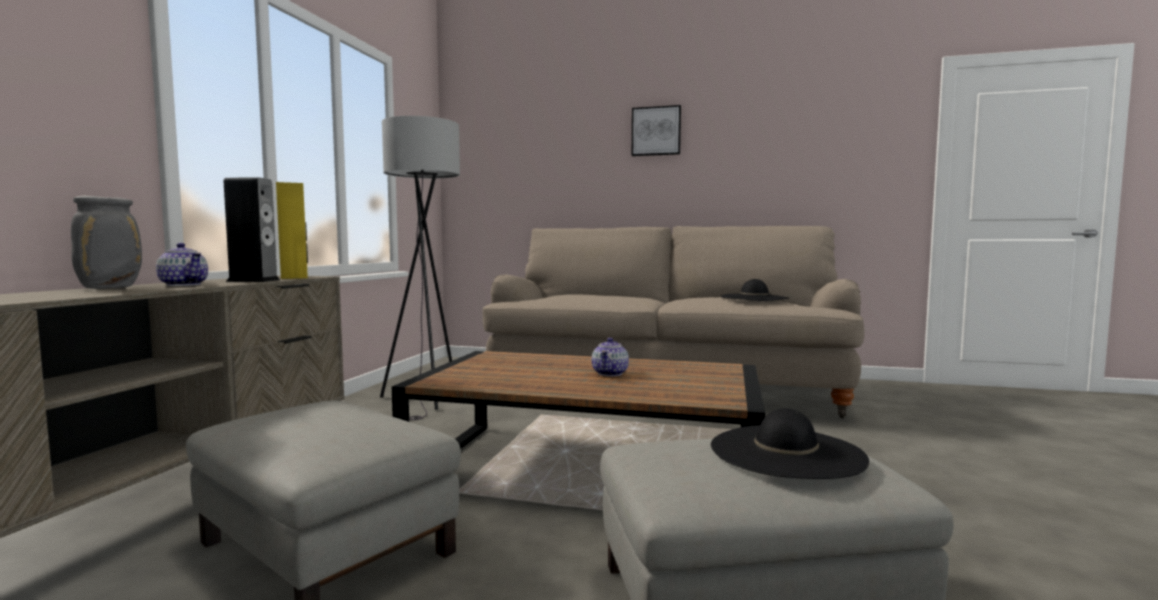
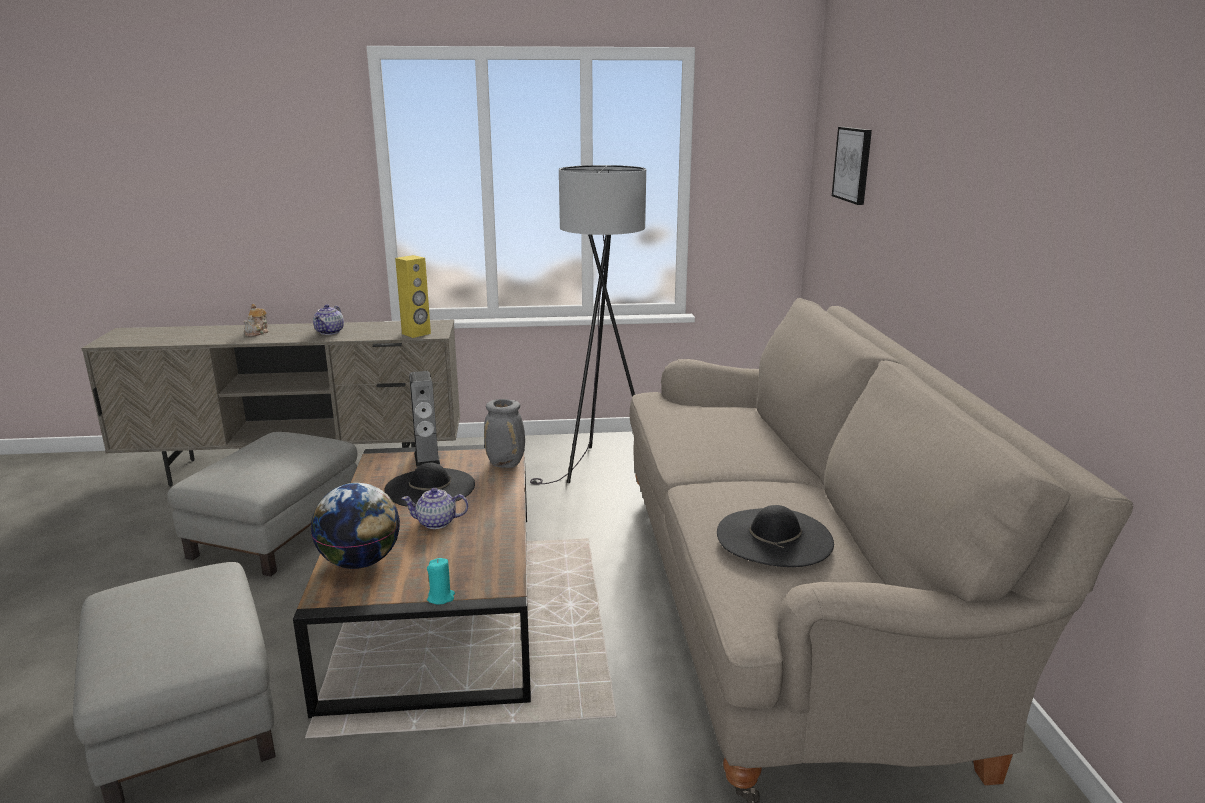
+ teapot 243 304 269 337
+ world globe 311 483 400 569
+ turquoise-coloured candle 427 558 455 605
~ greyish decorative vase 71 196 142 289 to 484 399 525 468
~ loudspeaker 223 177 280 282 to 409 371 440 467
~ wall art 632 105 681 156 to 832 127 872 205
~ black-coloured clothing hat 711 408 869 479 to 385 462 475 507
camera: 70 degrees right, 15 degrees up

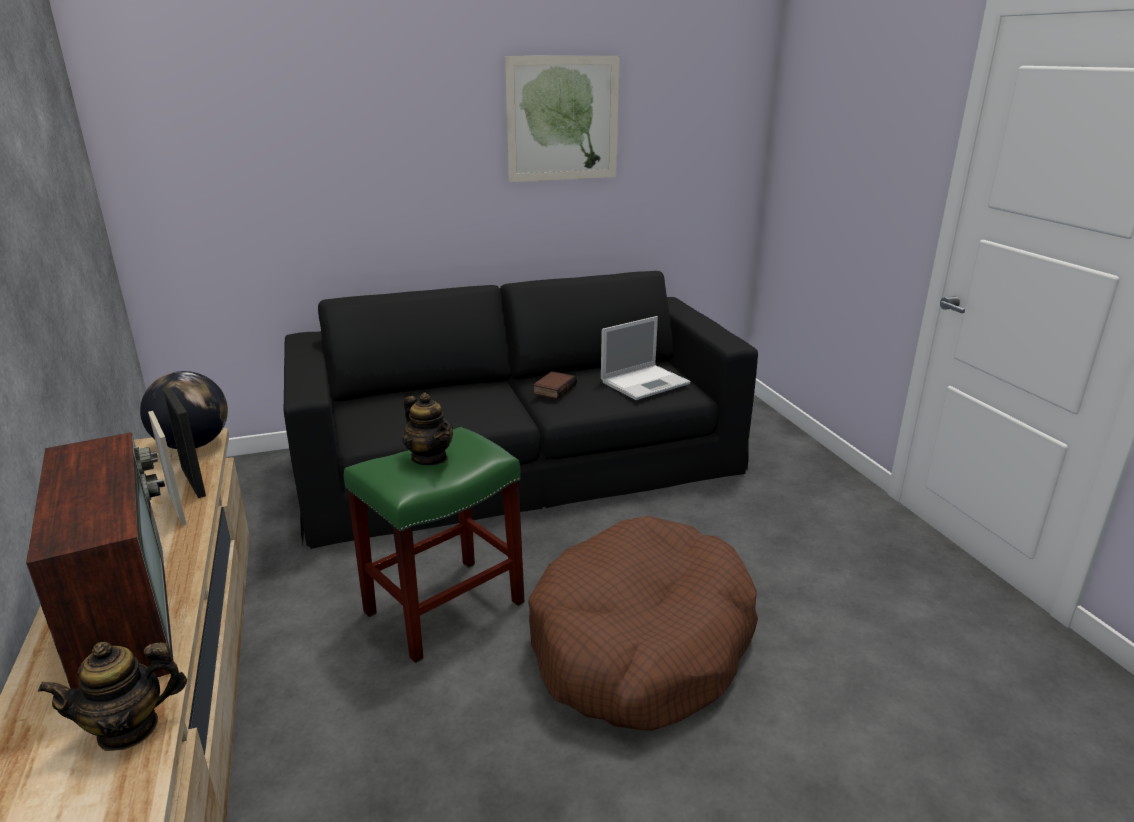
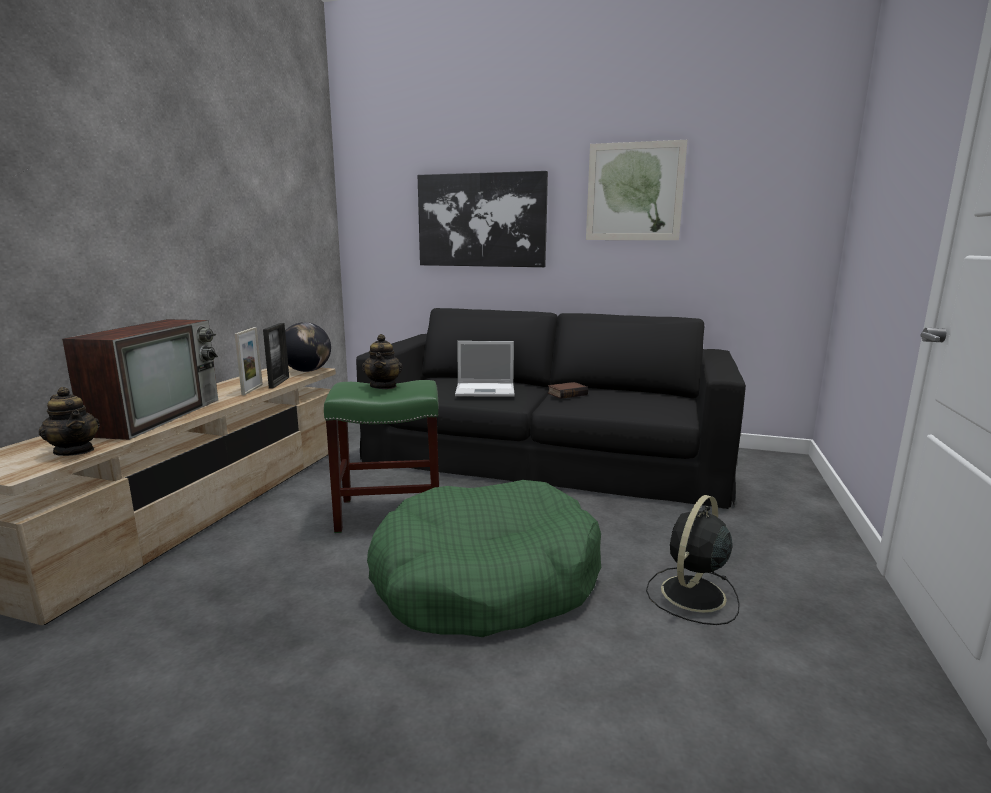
+ wall art 418 171 548 267
+ black-coloured electric fan 646 495 740 625
~ laptop 601 316 691 400 to 455 341 515 397
~ brown dog cushion 528 516 758 731 to greenish dog cushion 367 480 601 637
~ teapot 38 642 187 751 = 39 387 100 456 150 degrees counterclockwise
camera: 35 degrees right, 10 degrees down

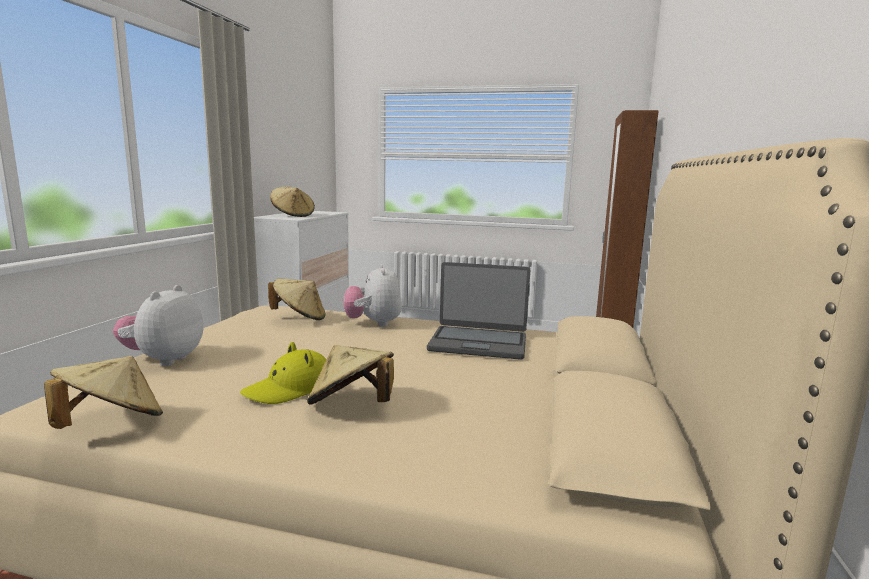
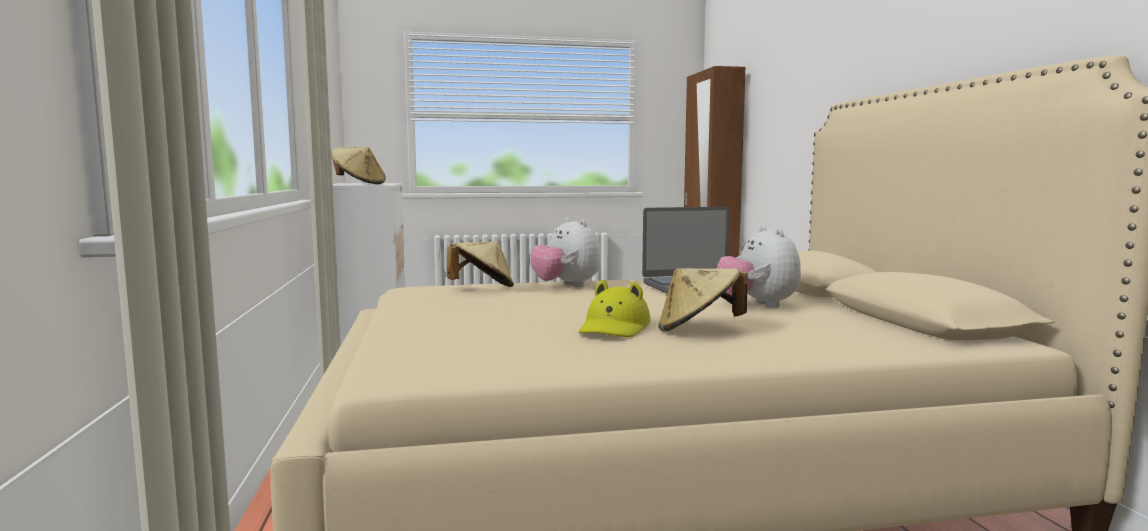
- sand-coloured clothing hat 44 356 163 429
~ cuddly toy 113 285 203 366 to 717 226 801 308
camera: 25 degrees left, 5 degrees down

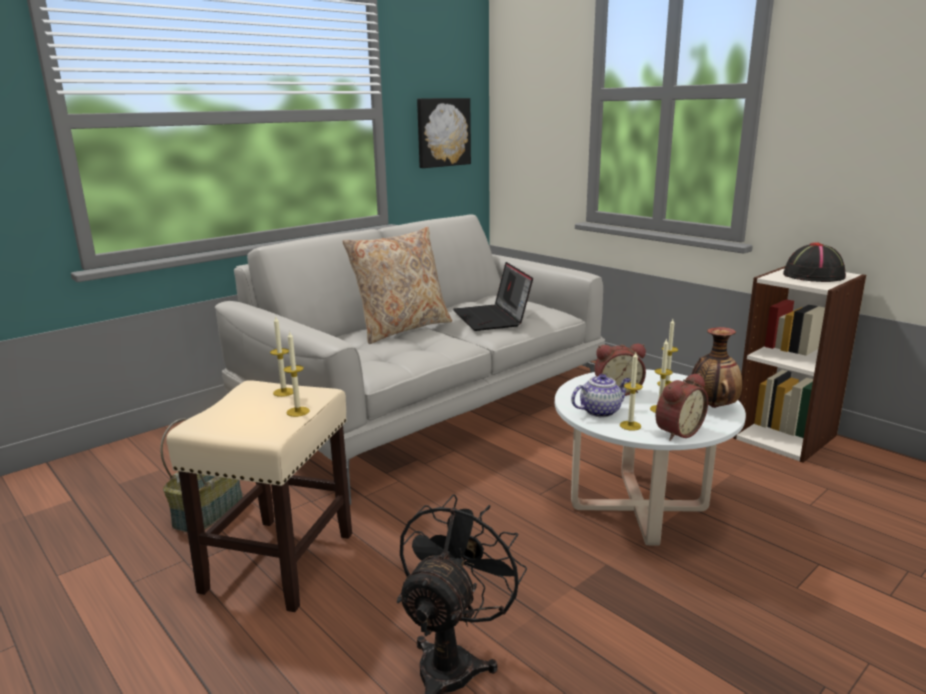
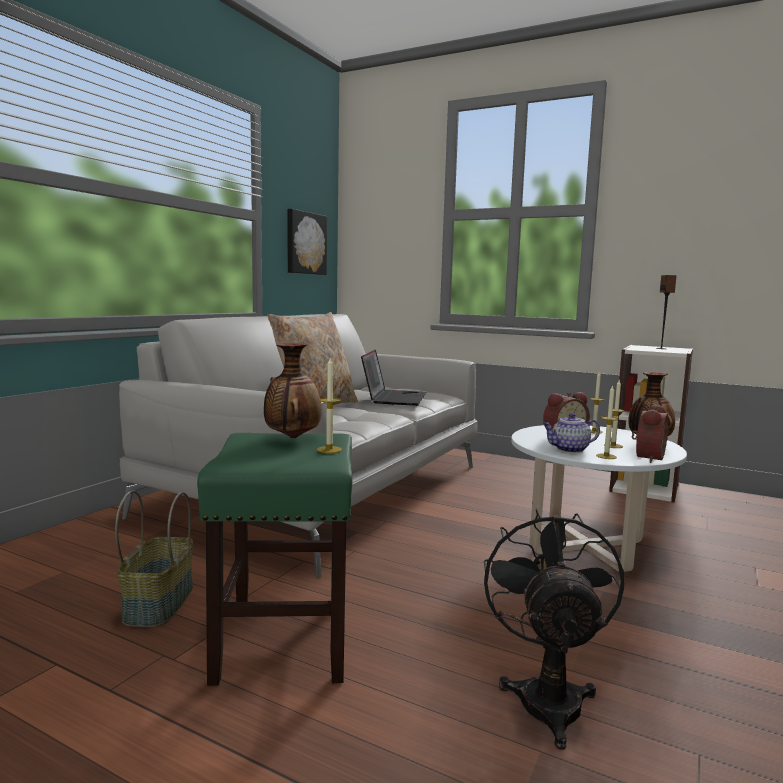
~ candle 270 317 293 397 to decorative vase 264 343 322 438
~ black-coloured clothing hat 783 242 846 282 to loudspeaker 656 275 677 349
~ sand-coloured sitting stool 167 380 352 612 to greenish sitting stool 197 433 352 686
~ laptop 453 262 533 331 = 361 349 426 406 135 degrees counterclockwise
~ teapot 571 374 631 417 = 543 413 600 453 150 degrees counterclockwise
camera: 20 degrees left, 10 degrees down

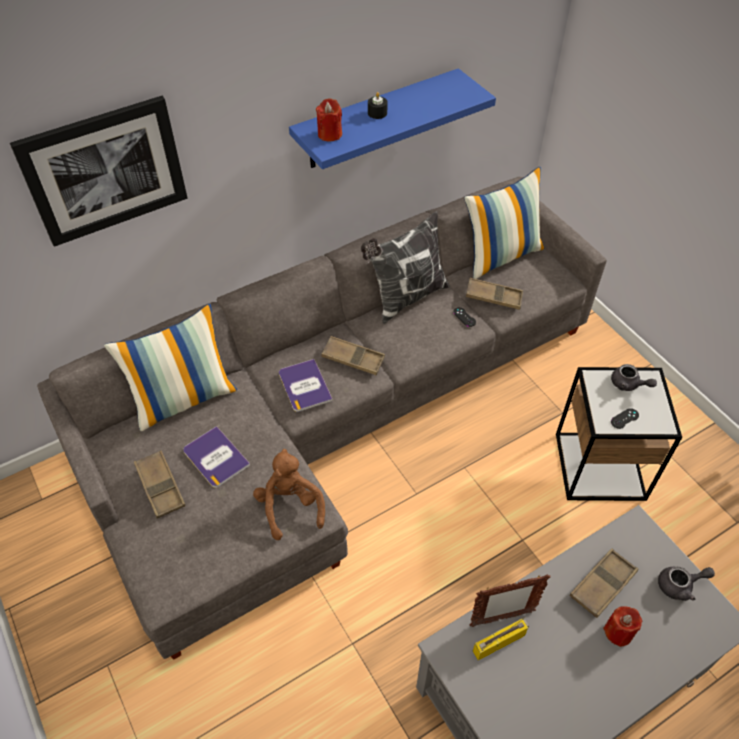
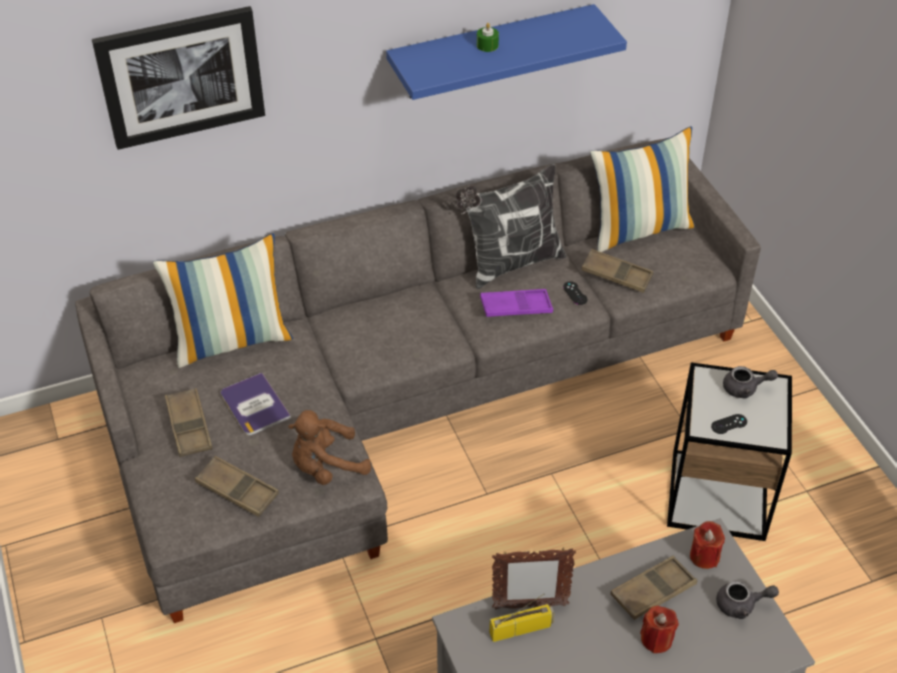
- book 279 359 333 412
+ purple-coloured tray 480 289 553 317
~ red-coloured candle 316 98 342 141 to 690 521 725 569
~ brown tray 321 336 385 375 to 195 456 279 517
~ black-coloured candle 368 92 388 119 to greenish candle 477 23 499 52
~ brown cuddly toy 253 449 325 540 = 288 410 371 485 105 degrees counterclockwise
~ greyish teapot 611 364 657 391 = 723 366 778 398 45 degrees counterclockwise
camera: 10 degrees right, 5 degrees down

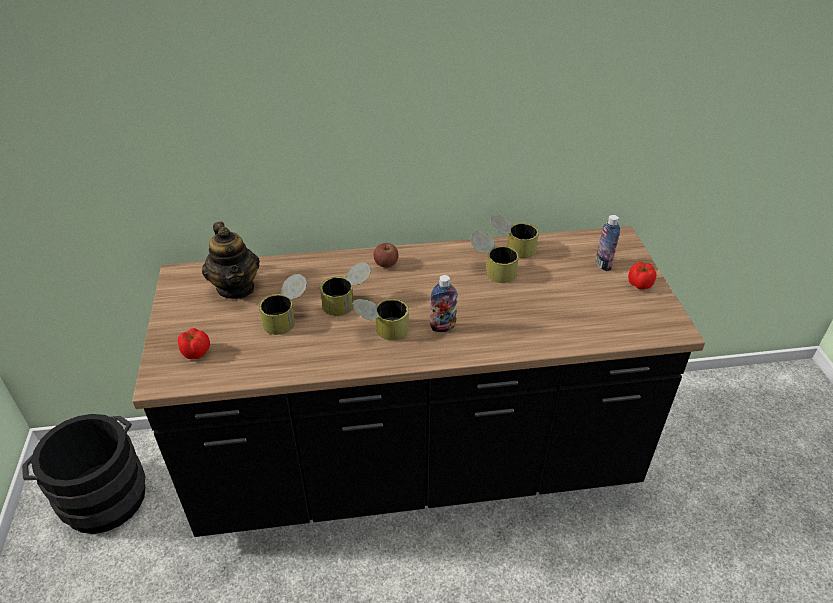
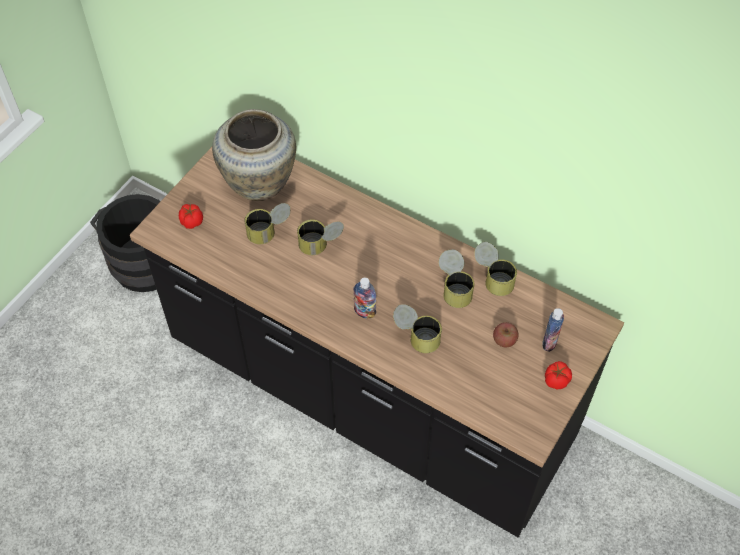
~ metal can 353 299 409 340 to 393 304 442 353
~ apple fruit 374 243 399 268 to 493 322 519 348
~ teapot 202 222 260 299 to sand-coloured decorative vase 212 109 296 201
camera: 40 degrees right, 15 degrees up

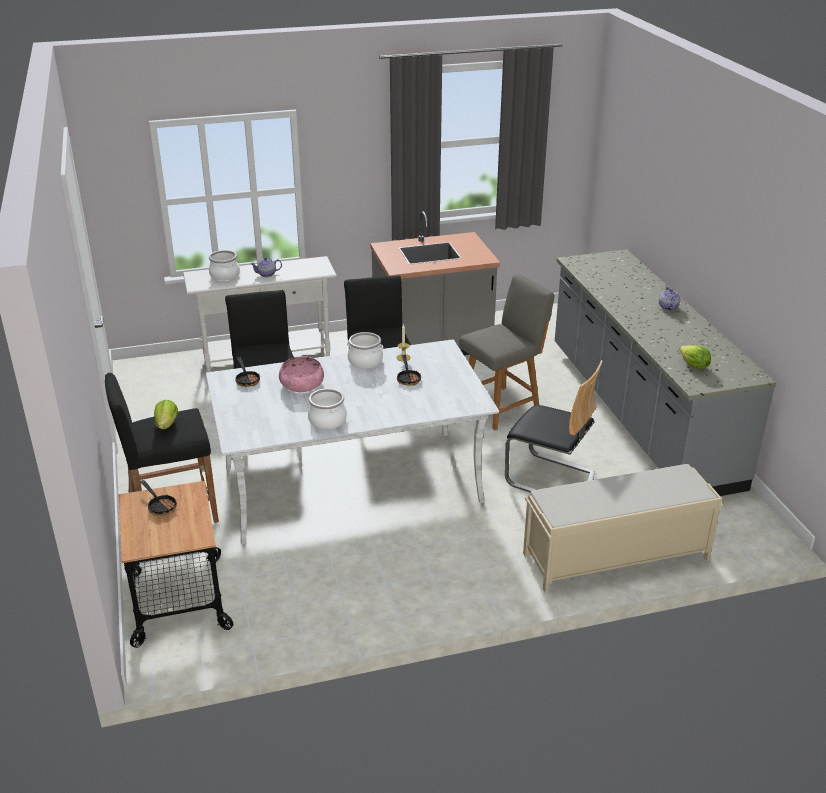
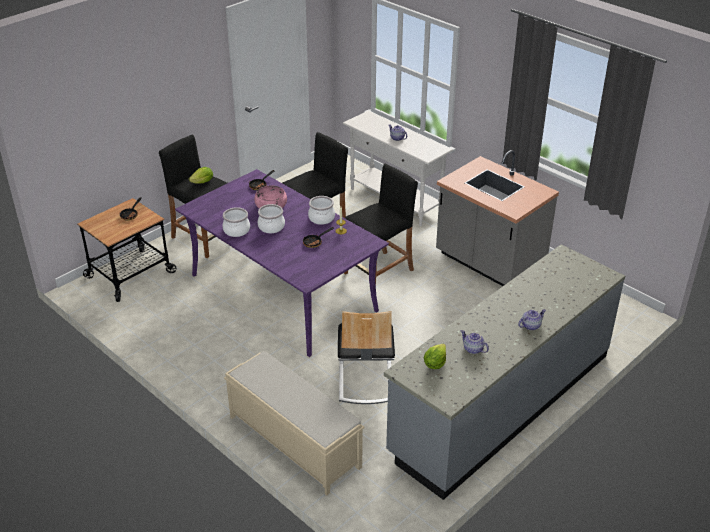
- greyish upright chair 459 274 555 430
+ teapot 461 330 489 354
~ stockpot 209 250 240 281 to 257 204 285 233
~ white dining table 206 339 499 545 to purple-coloured dining table 175 169 389 357
camera: 60 degrees right, 5 degrees up

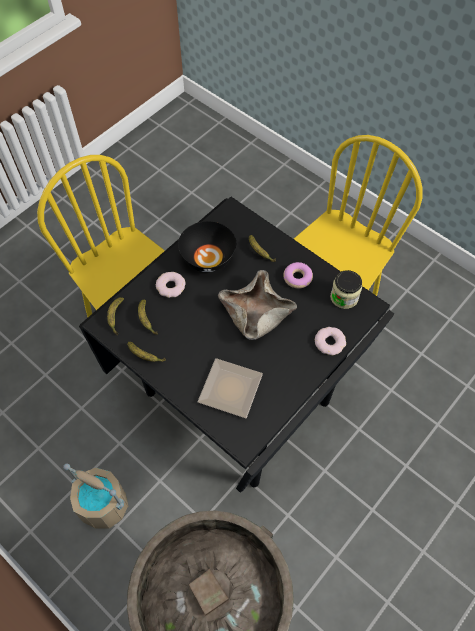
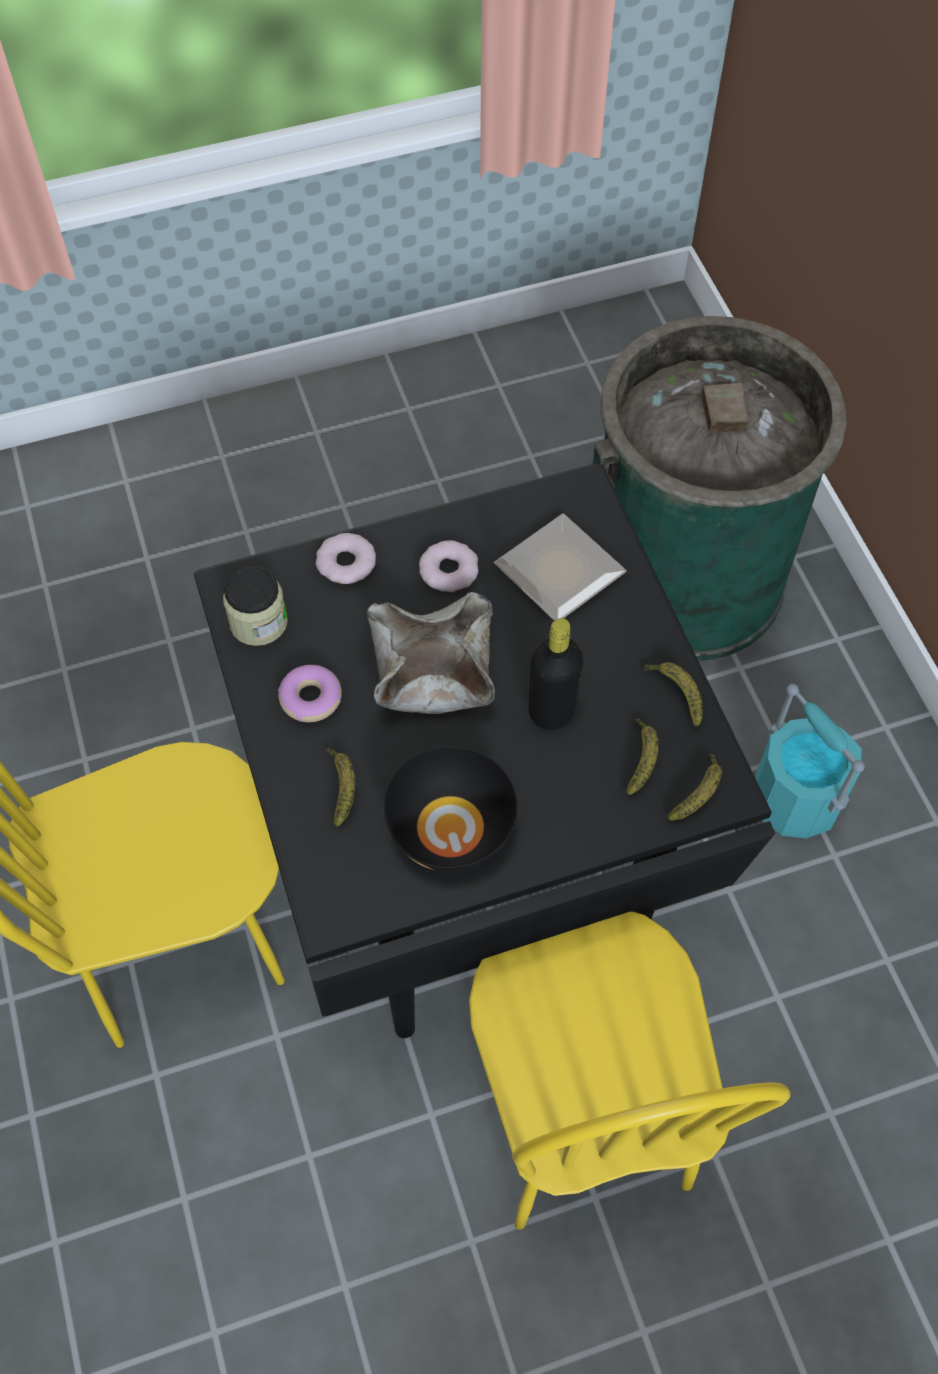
+ black-coloured bottle 529 618 583 730
~ ring doughnut 156 272 185 298 to 419 540 479 592
~ sand-coloured bucket 63 463 129 529 to turquoise-coloured bucket 755 684 865 838
camera: 150 degrees left, 0 degrees up

